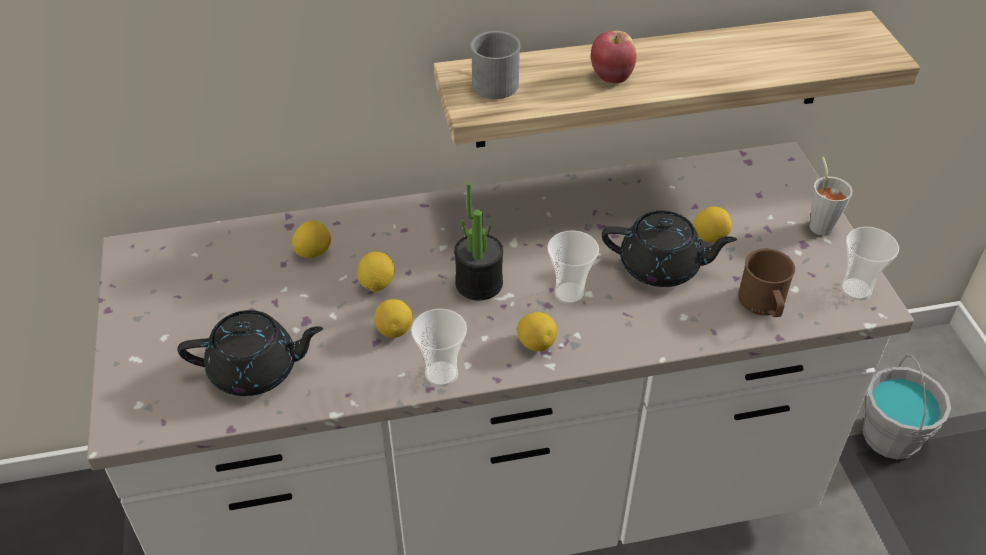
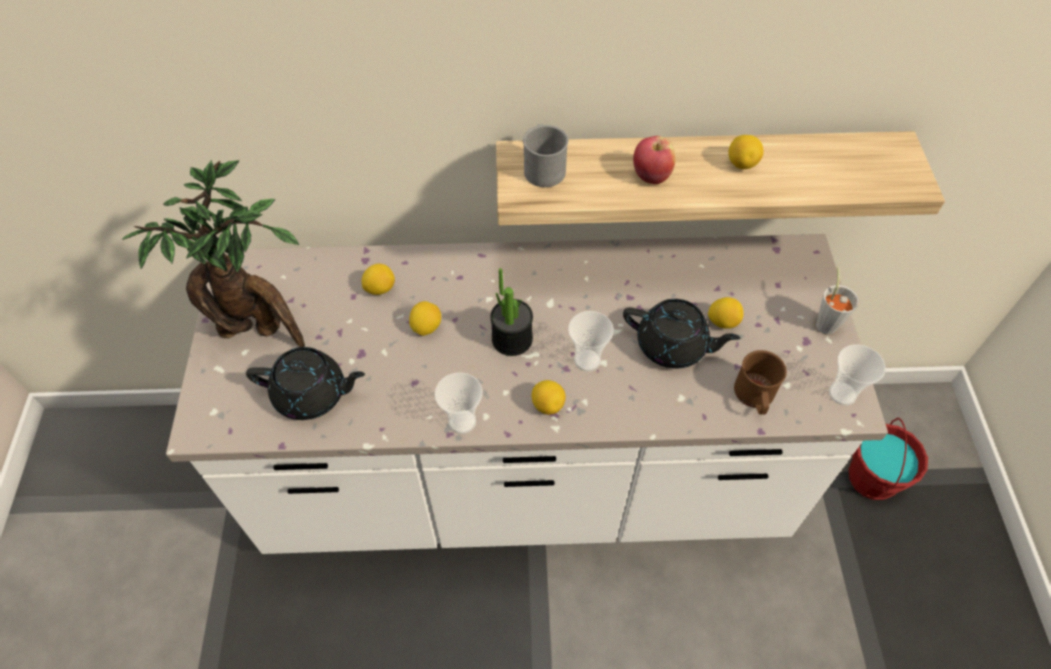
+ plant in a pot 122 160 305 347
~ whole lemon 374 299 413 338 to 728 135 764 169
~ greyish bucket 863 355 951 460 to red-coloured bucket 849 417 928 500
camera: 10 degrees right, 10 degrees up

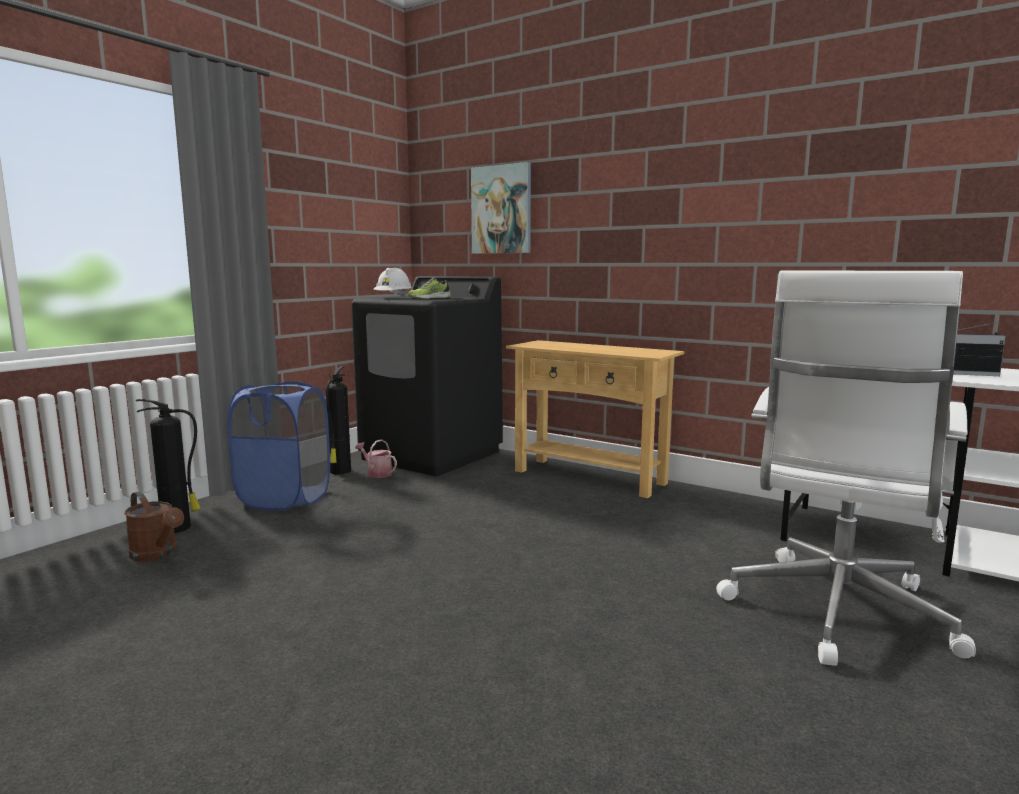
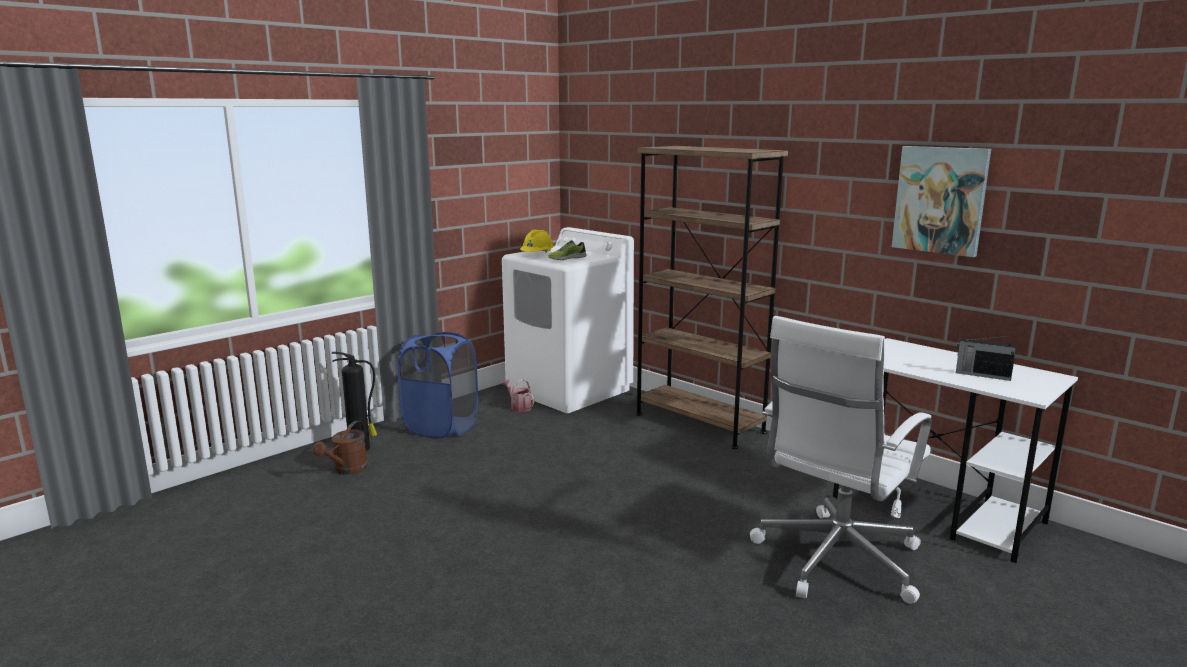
- extinguisher 325 366 351 475
~ wall art 471 162 531 254 to 892 146 991 257
~ sand-coloured console table 506 340 684 498 to brown bookcase 635 146 788 449
~ black-coloured washing machine 351 276 503 476 to white washing machine 502 227 634 413
~ white safety helmet 374 268 411 297 to yellow safety helmet 520 229 554 253
~ brown watering pot 125 491 184 562 = 313 421 368 475 60 degrees clockwise
camera: 10 degrees right, 5 degrees up

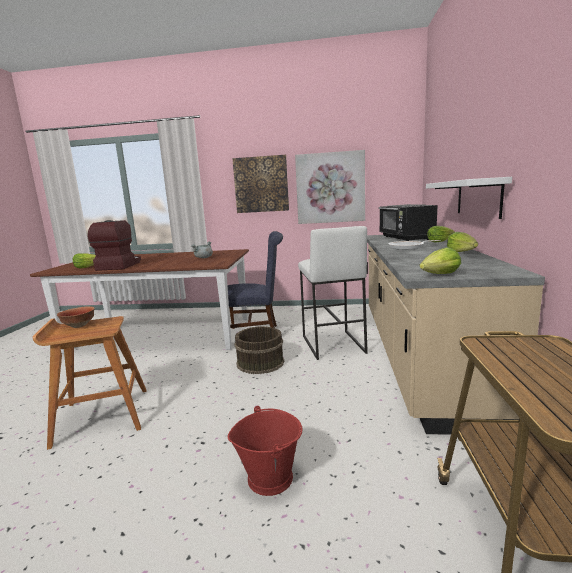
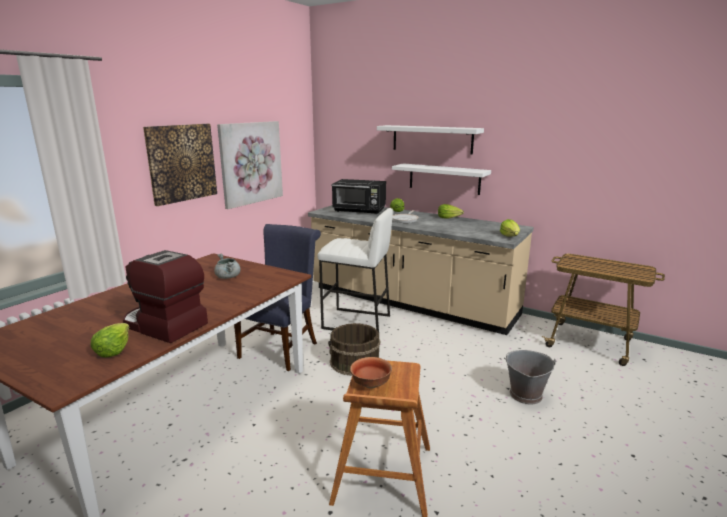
+ white wall shelf 377 125 484 155
~ red-coloured bucket 228 406 303 496 to greyish bucket 504 350 556 404
camera: 65 degrees left, 5 degrees up

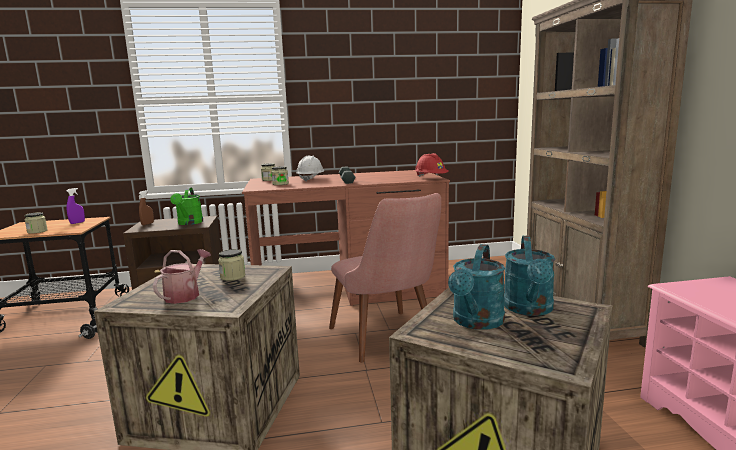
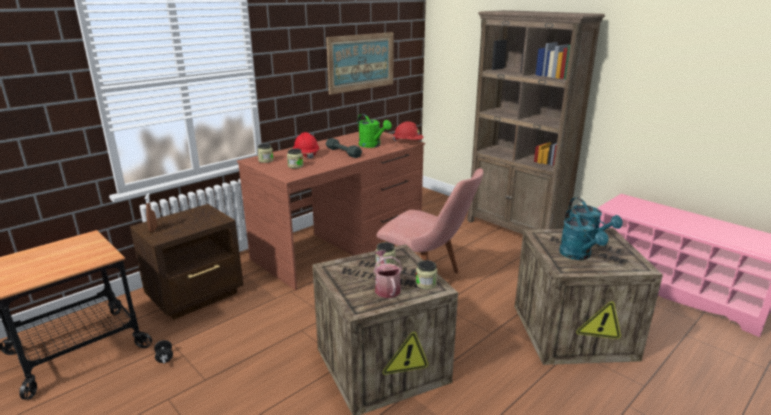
- purple-coloured sprayer 67 188 85 224
+ wall art 326 32 394 95
~ jar 25 212 48 234 to 416 260 437 289
~ greenish watering pot 170 187 203 225 to 358 114 392 148
~ white safety helmet 296 156 324 182 to red-coloured safety helmet 293 132 319 159
camera: 35 degrees left, 10 degrees up

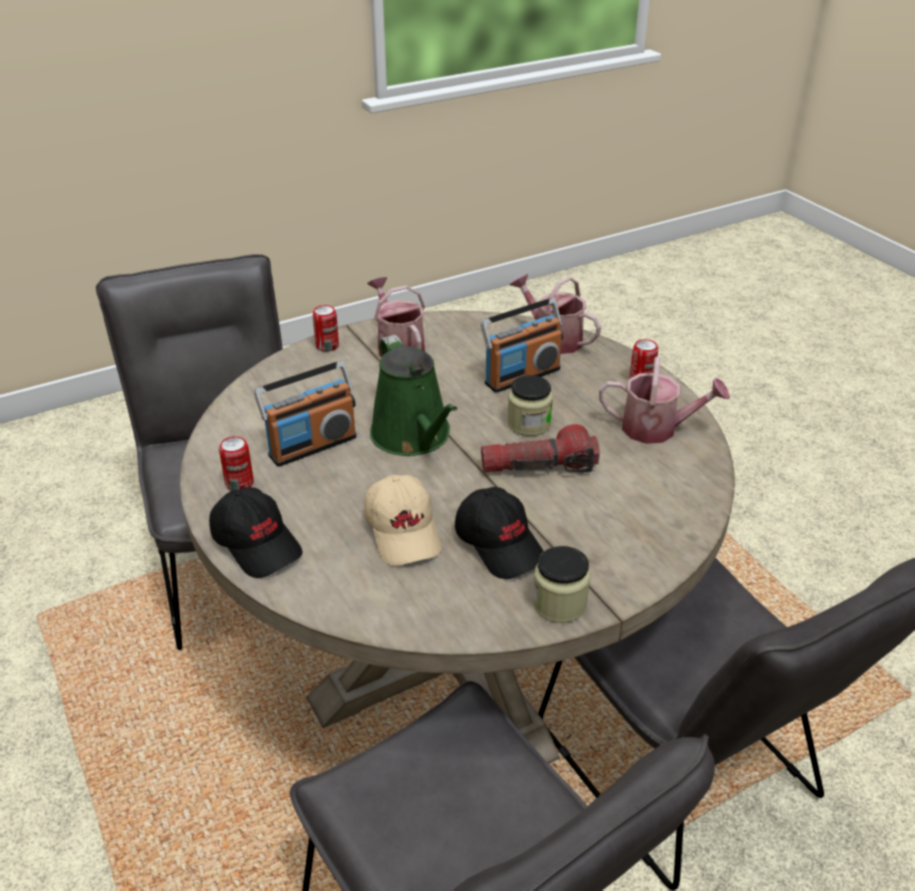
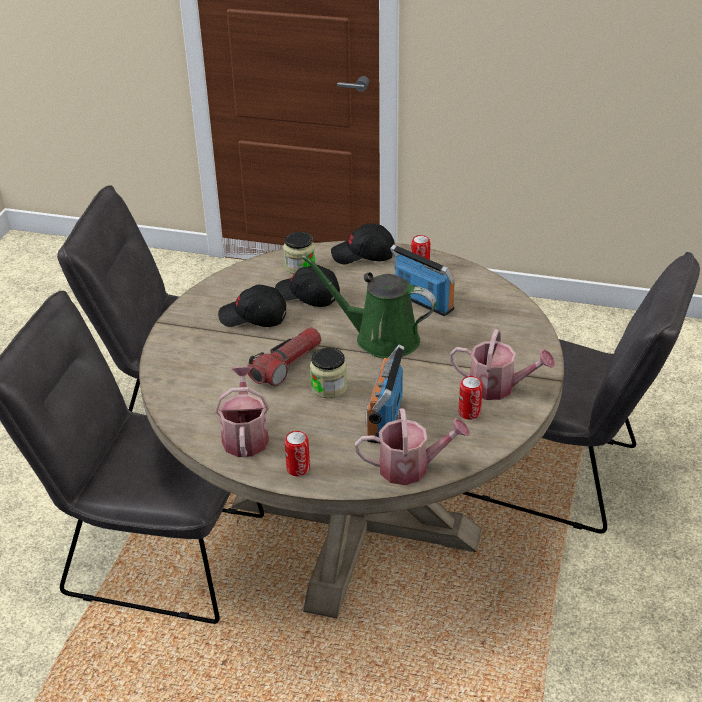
~ metal can 313 305 339 352 to 458 376 483 420
~ jar 533 546 590 623 to 283 232 316 274
~ sand-coloured baseball cap 364 475 441 566 to black-coloured baseball cap 275 265 340 307
~ radio set 254 361 357 467 = 390 244 455 316 120 degrees clockwise
~ watering pot 599 357 730 444 = 216 367 269 457 120 degrees clockwise
camera: 135 degrees right, 0 degrees up

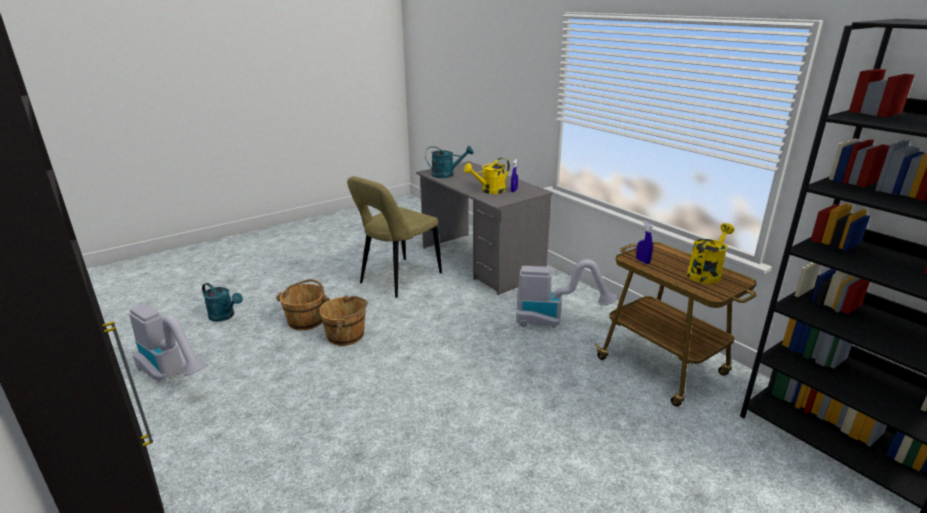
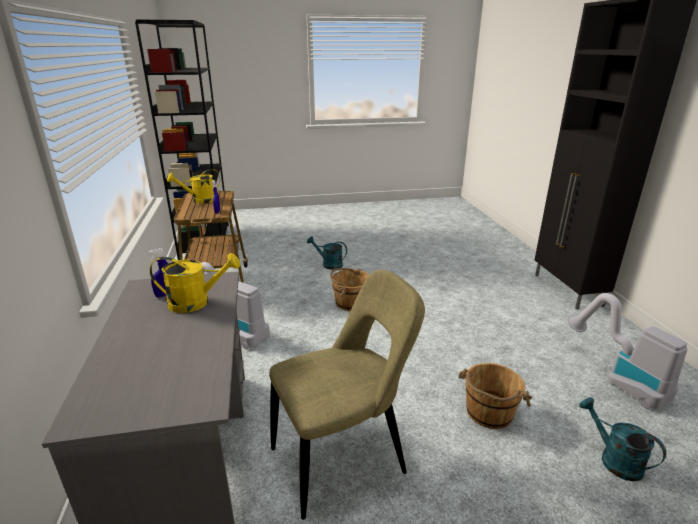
~ brown bucket 319 295 368 346 to 330 268 369 311
~ turquoise-coloured watering pot 425 146 474 178 to 307 236 347 270
camera: 155 degrees left, 0 degrees up

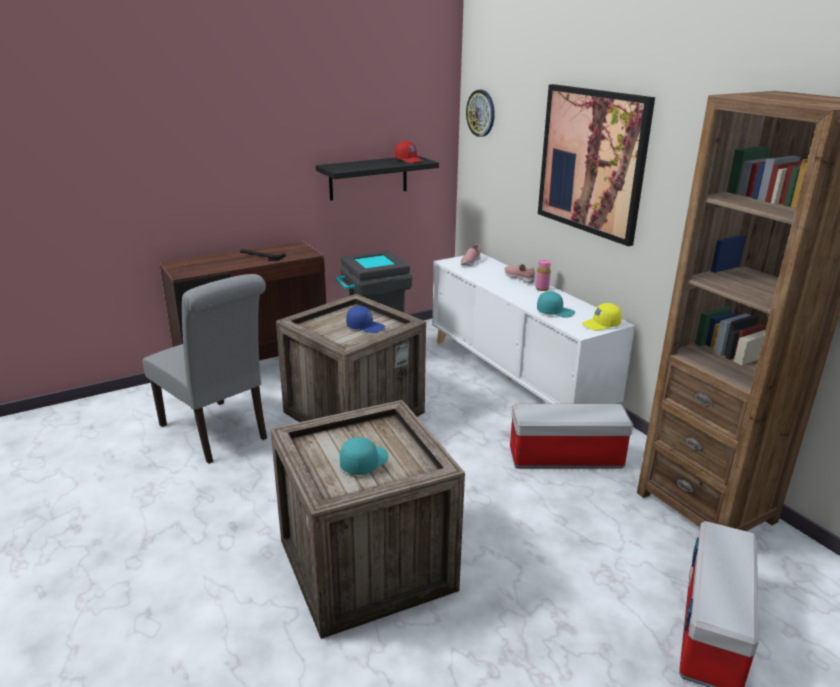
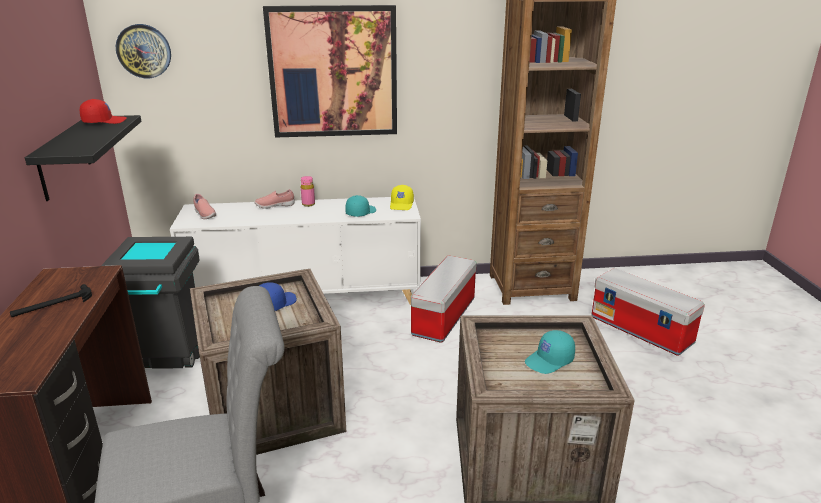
~ turquoise-coloured baseball cap 340 437 388 475 = 525 330 575 374 90 degrees counterclockwise
camera: 65 degrees left, 0 degrees up

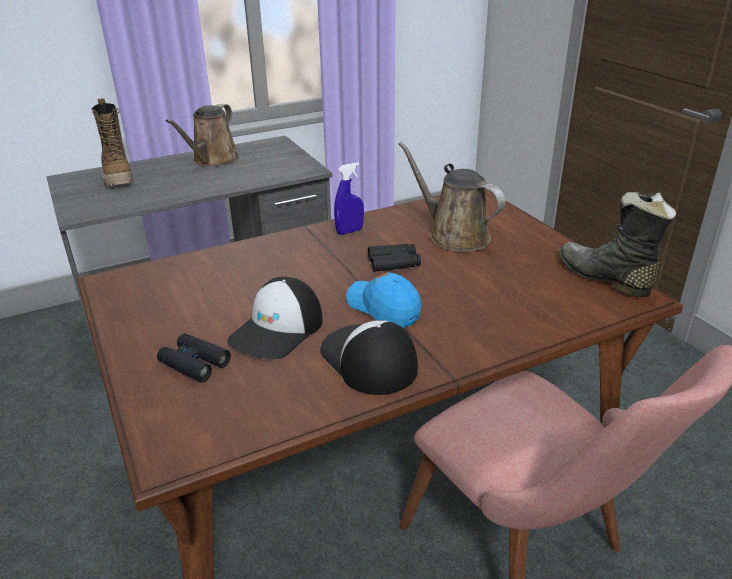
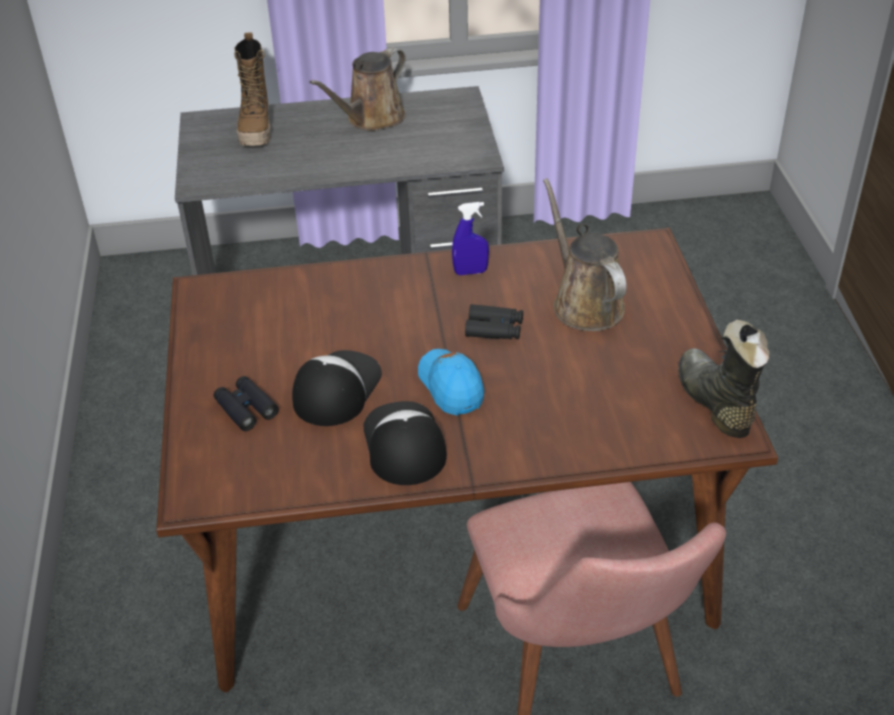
~ baseball cap 227 277 323 359 = 292 350 382 426 150 degrees clockwise
camera: 20 degrees right, 10 degrees up

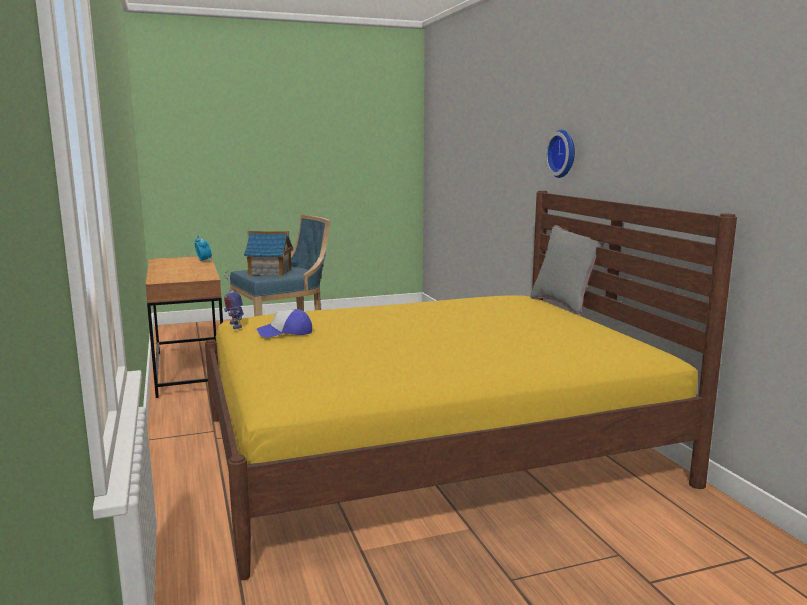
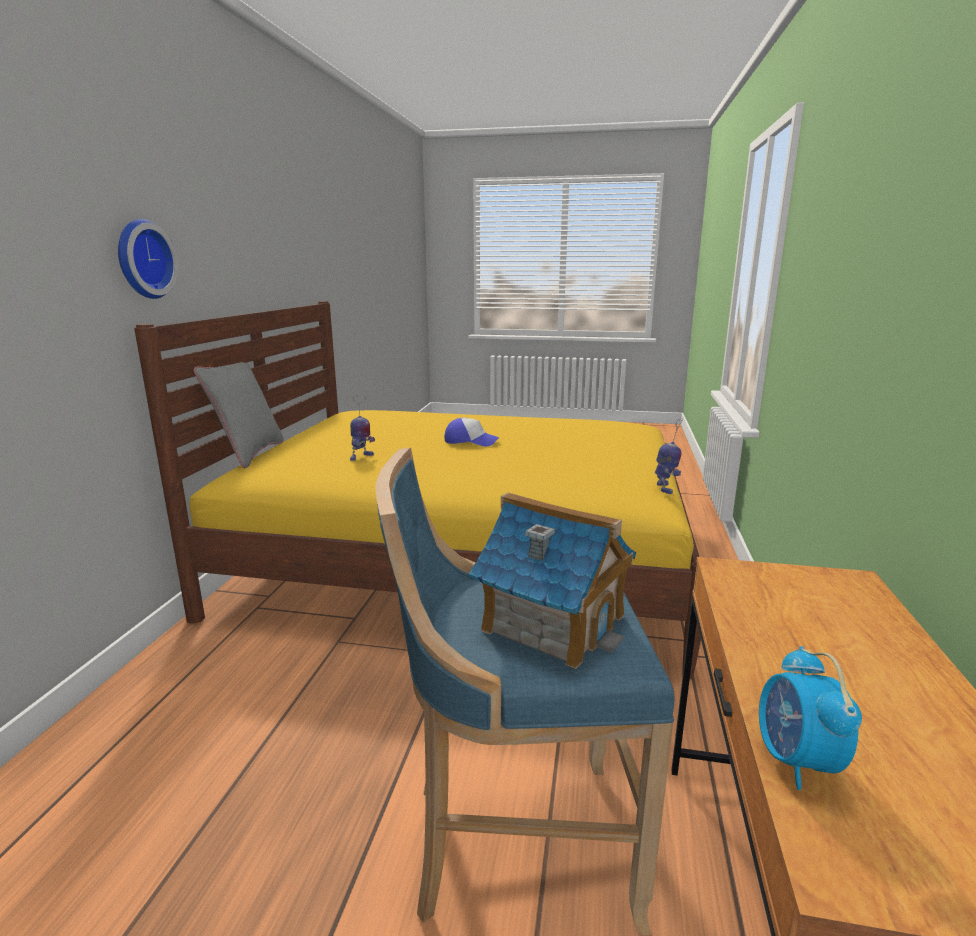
+ model robot 350 395 375 461
~ baseball cap 257 309 312 337 to 444 418 499 447
camera: 150 degrees left, 5 degrees up

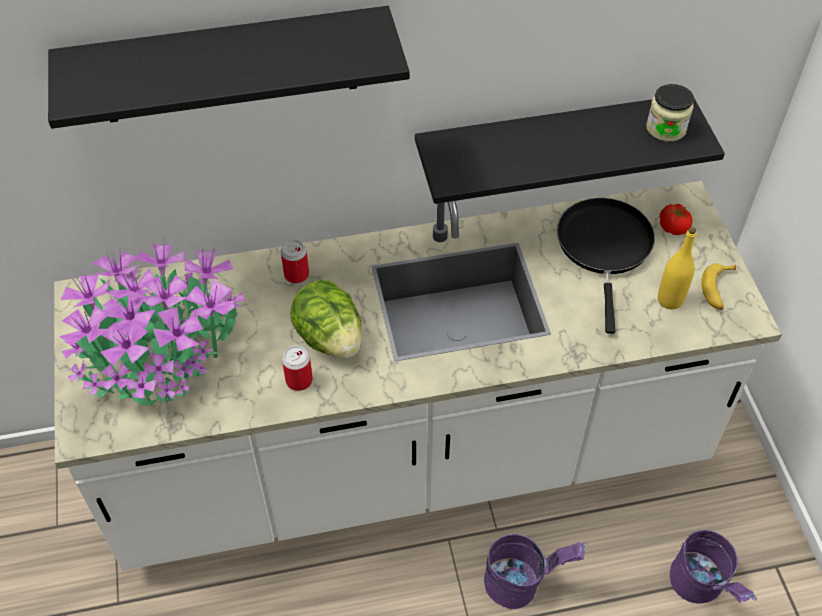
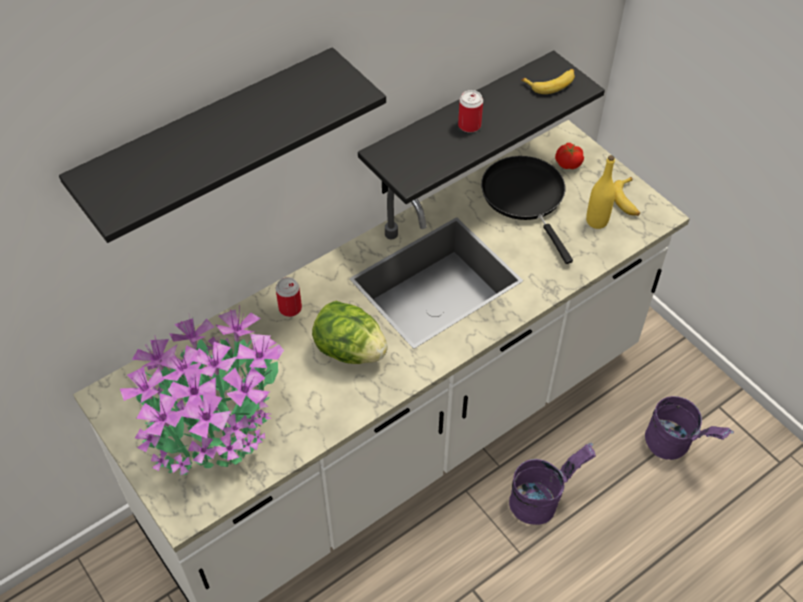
~ metal can 282 345 313 391 to 458 90 483 133
~ jar 646 84 694 142 to whole banana 521 69 575 94
camera: 25 degrees left, 0 degrees up

